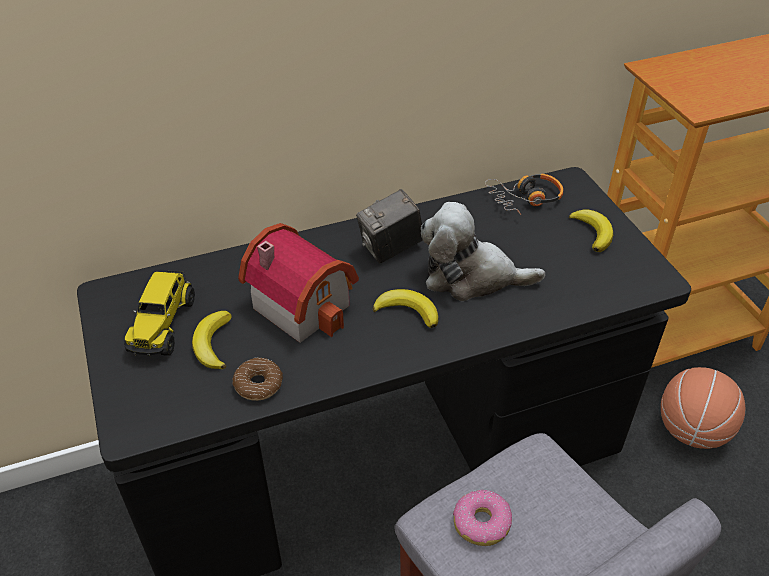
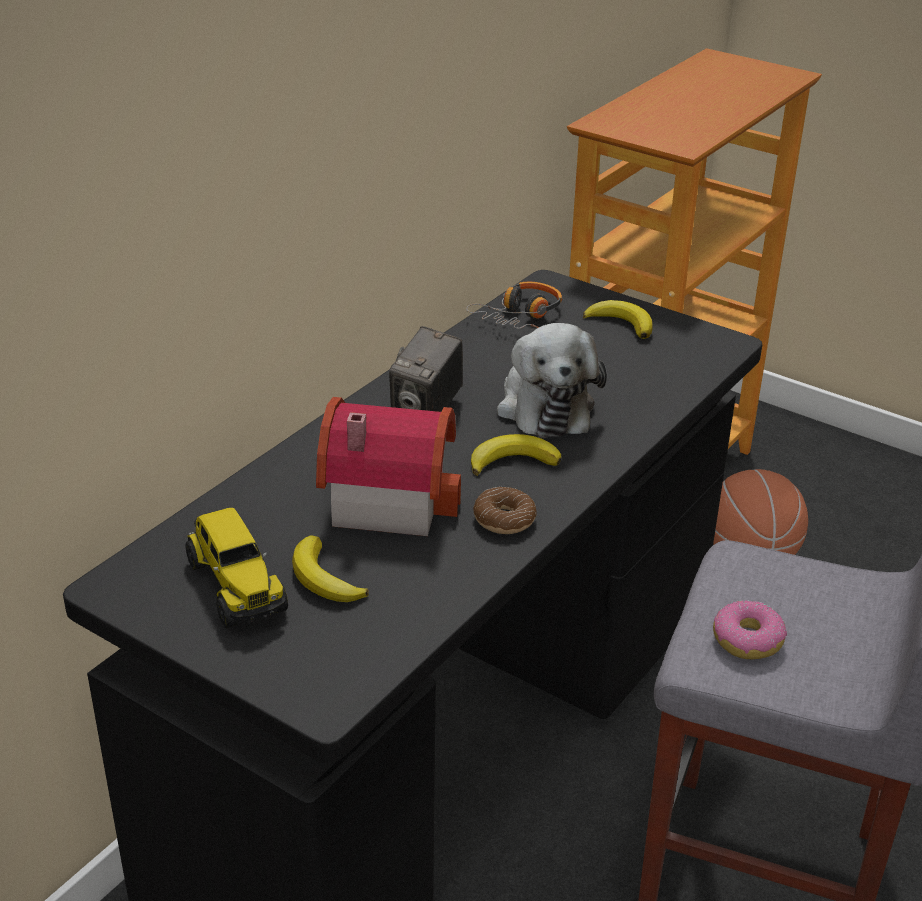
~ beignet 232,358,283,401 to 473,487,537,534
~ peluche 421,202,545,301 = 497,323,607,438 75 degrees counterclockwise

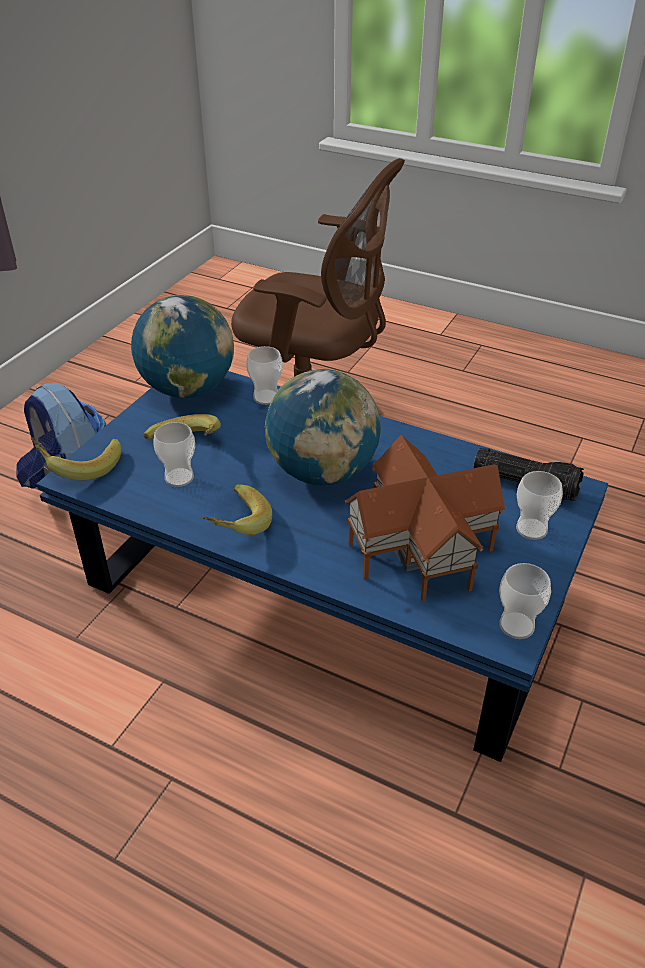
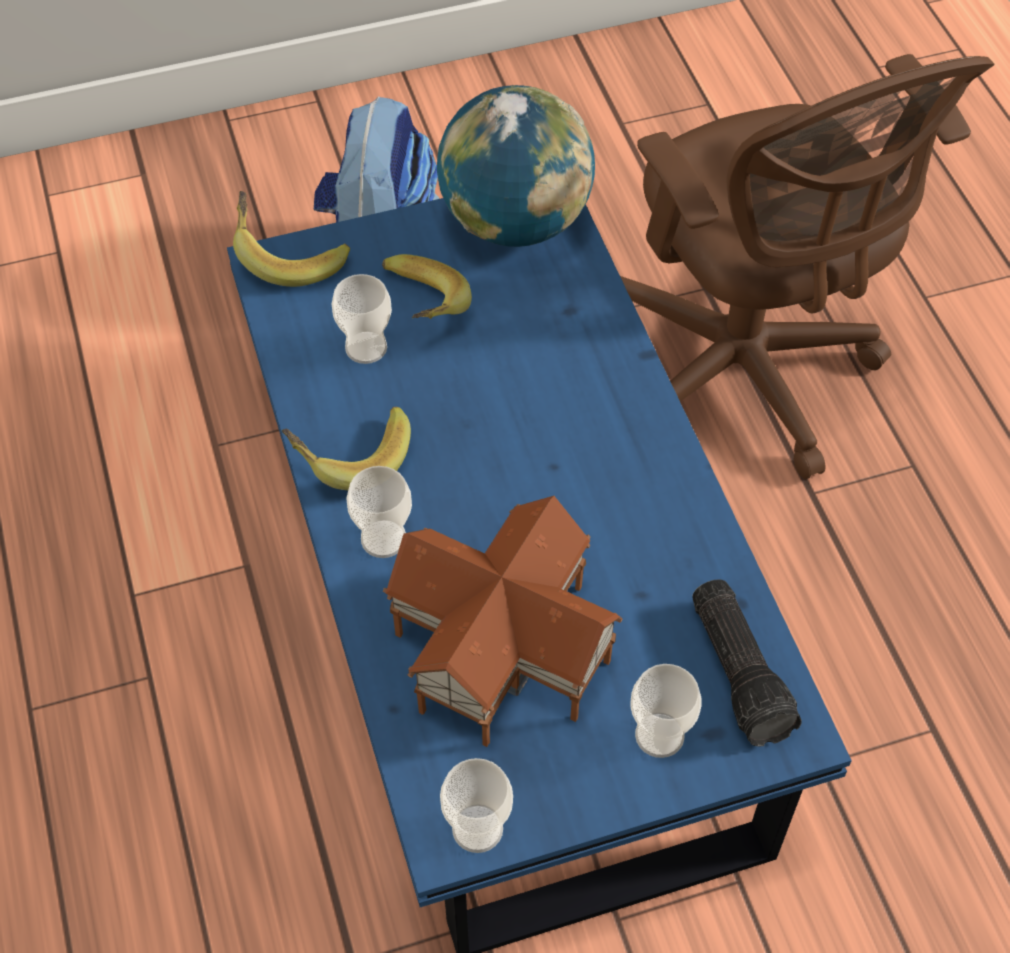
- globe 264,369,381,485
~ tasse 246,346,283,405 to 346,466,412,558

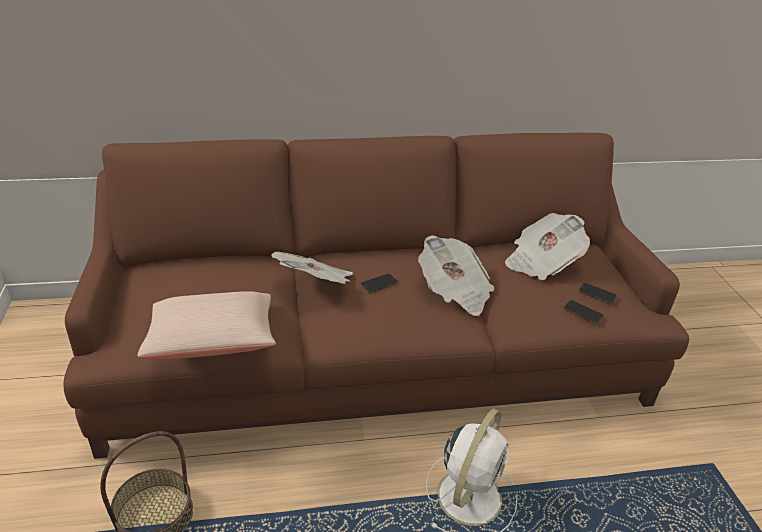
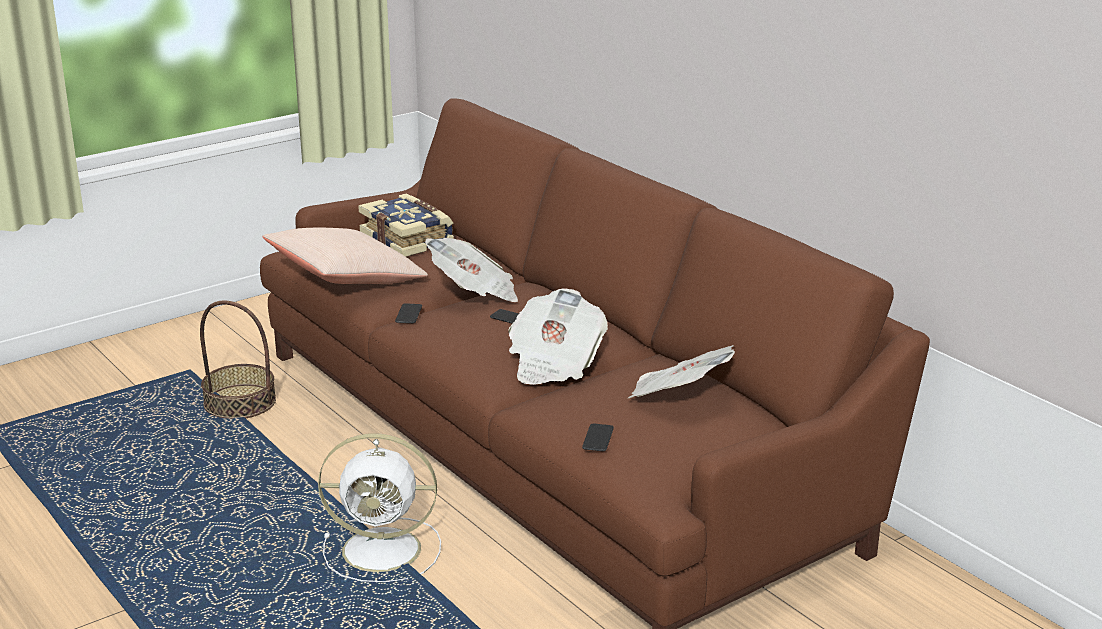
+ livre 358,194,454,257
~ téléphone 579,283,617,304 to 395,303,422,323

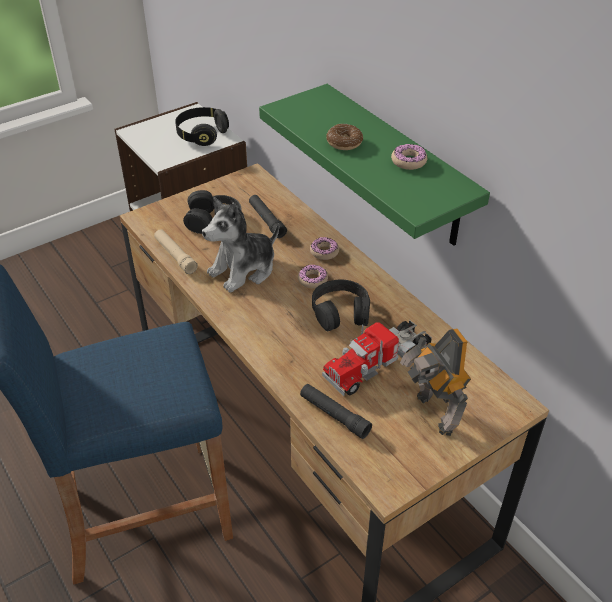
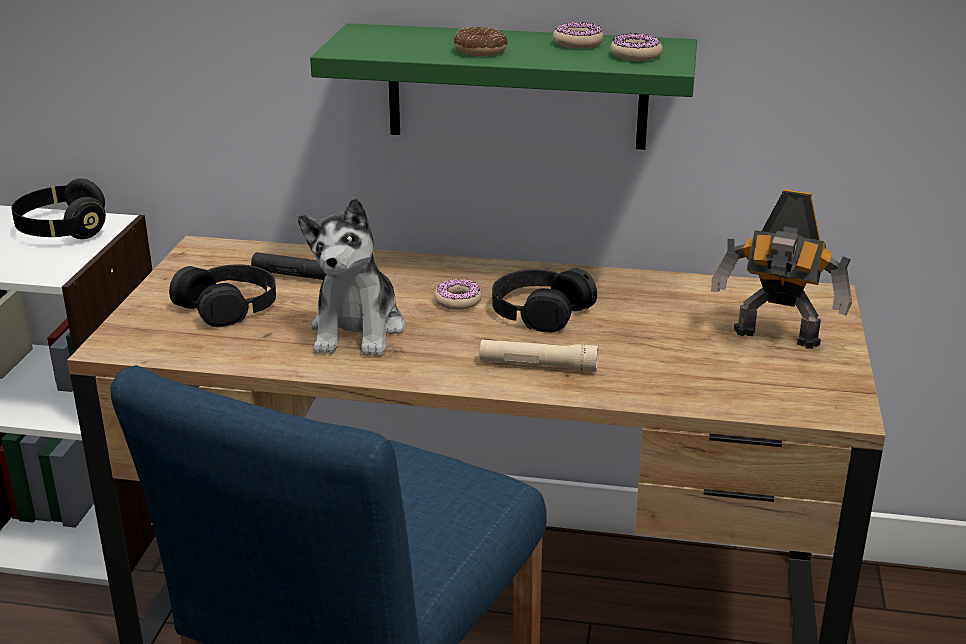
- lampe de poche/noir 300,384,372,439
- camion jouet 322,320,432,396
~ lampe de poche/beige 154,229,198,274 to 480,340,598,372
~ beignet 310,237,339,260 to 610,33,663,61

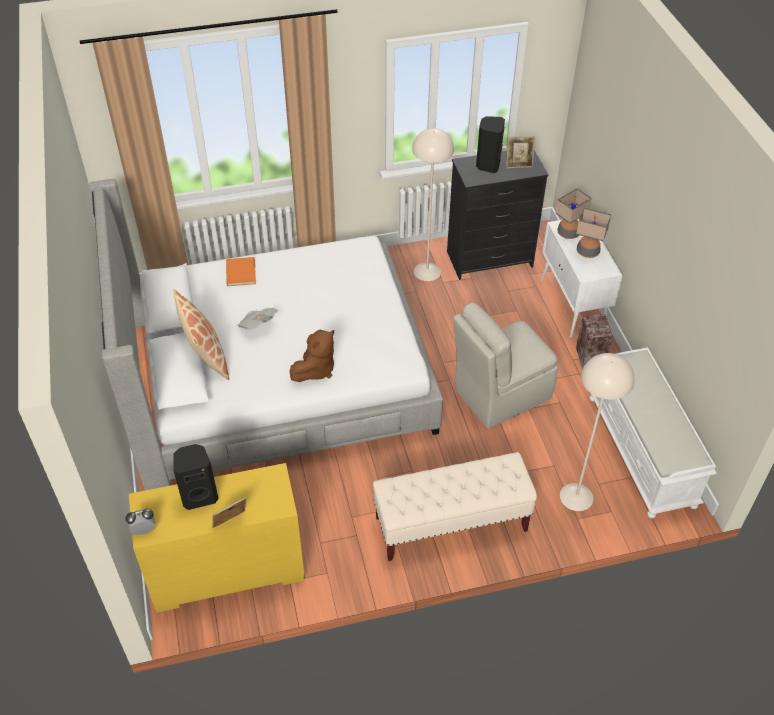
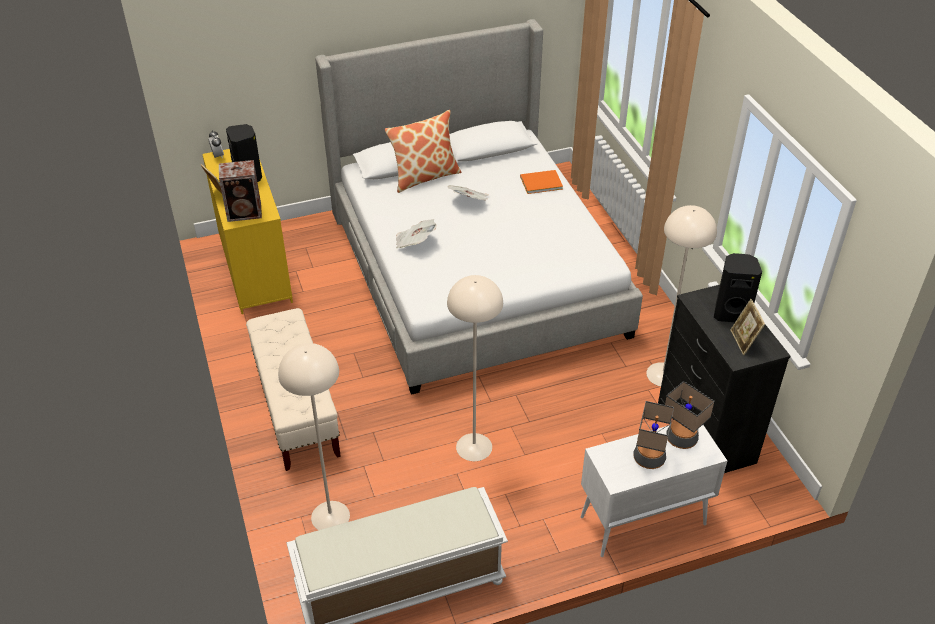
~ enceinte 576,314,612,369 to 219,160,262,222
~ peluche/marron 290,329,334,382 to journal 396,219,437,248
~ chaise/beige 453,302,558,428 to lampadaire/beige 447,275,503,461

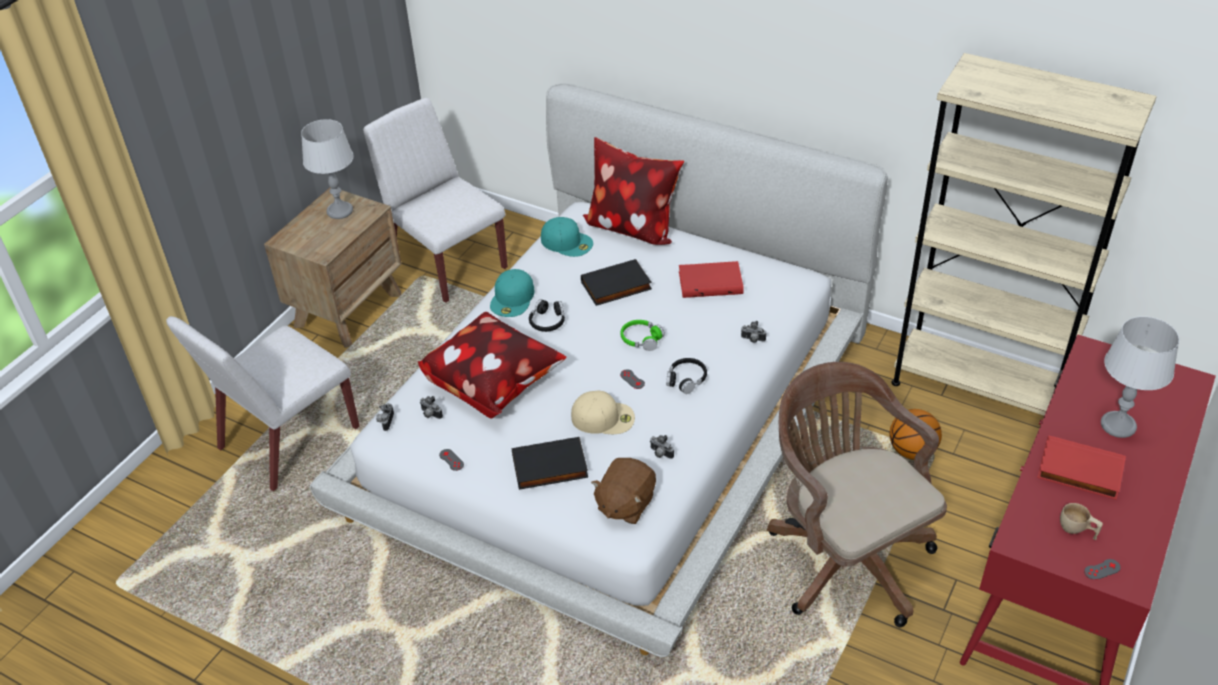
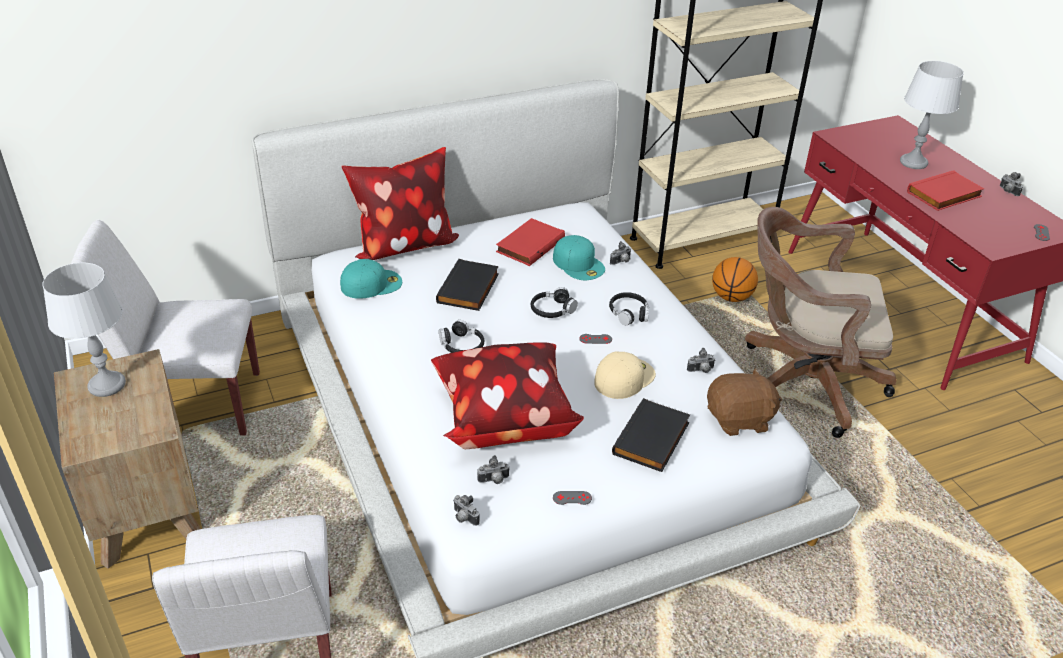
- tasse/beige 1060,503,1103,540
+ appareil photo 1000,172,1023,196
~ casquette/turquoise 490,269,535,317 to 553,235,605,280
~ casque audio/vert 620,320,665,351 to casque audio/noir 531,287,578,318
~ peluche/marron 591,458,656,524 = 707,367,782,436 75 degrees counterclockwise

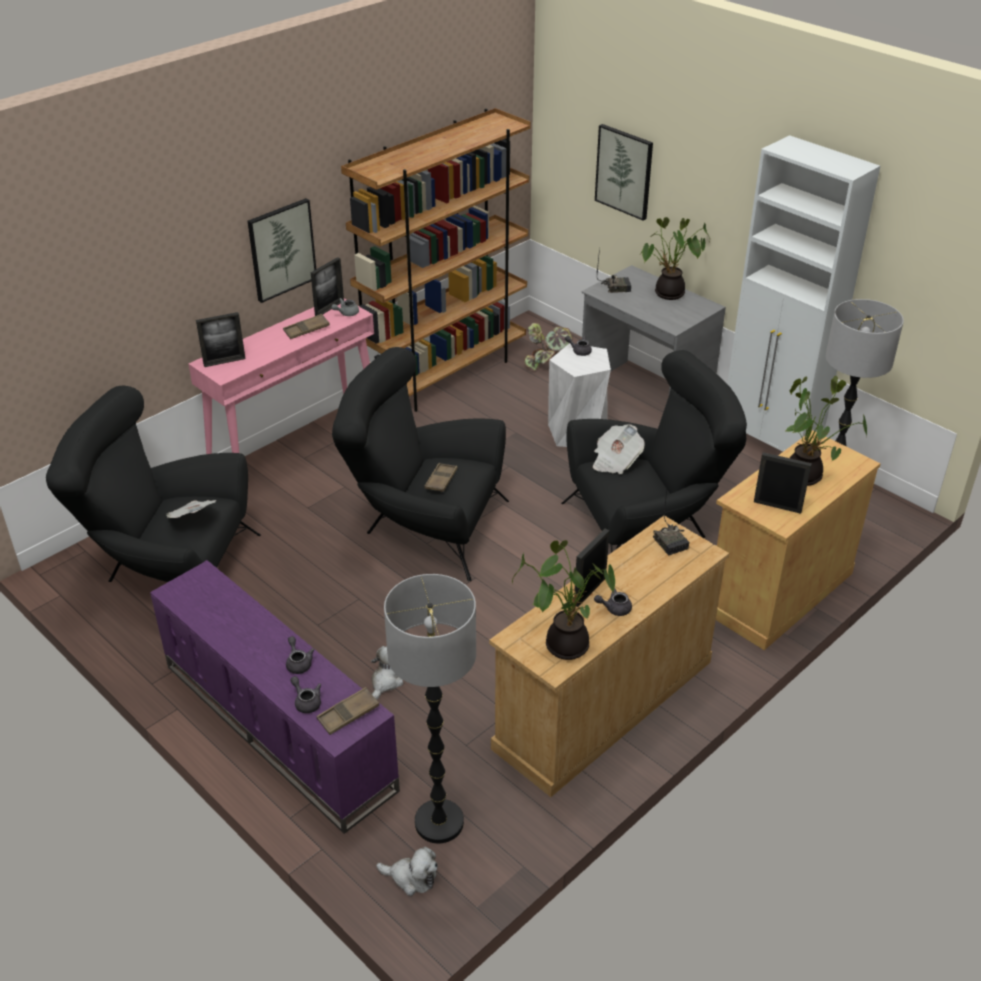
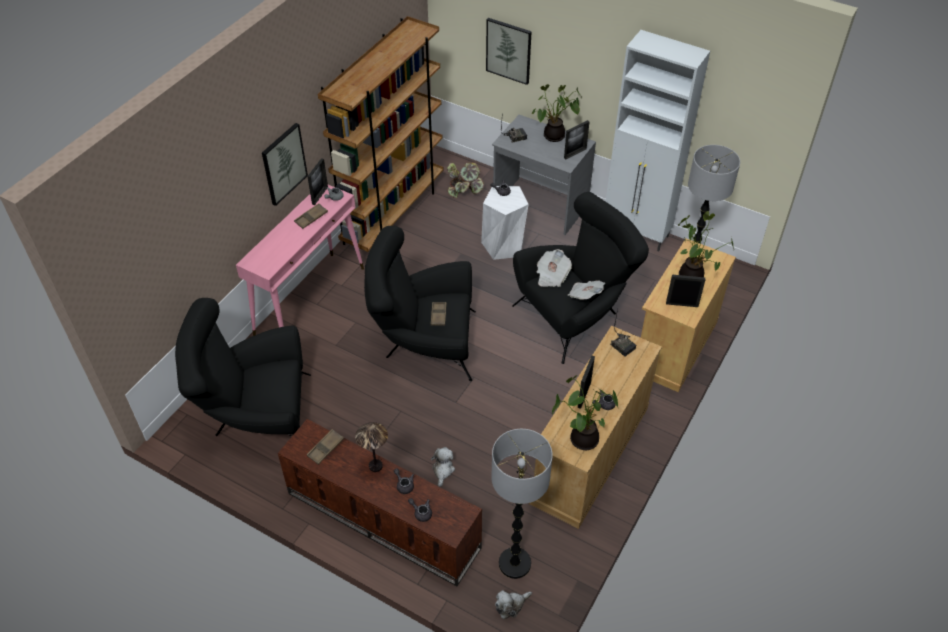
+ lampe de table 355,422,388,472
~ journal 166,500,216,518 to 567,280,605,300
~ cadre photo 196,312,246,367 to 564,120,589,159
~ plateau/marron 317,687,379,735 to 307,429,344,465
~ meuble télé/violet 150,560,400,834 to meuble télé/marron 278,419,482,586
~ peluche 376,846,438,896 = 495,590,532,619 150 degrees clockwise

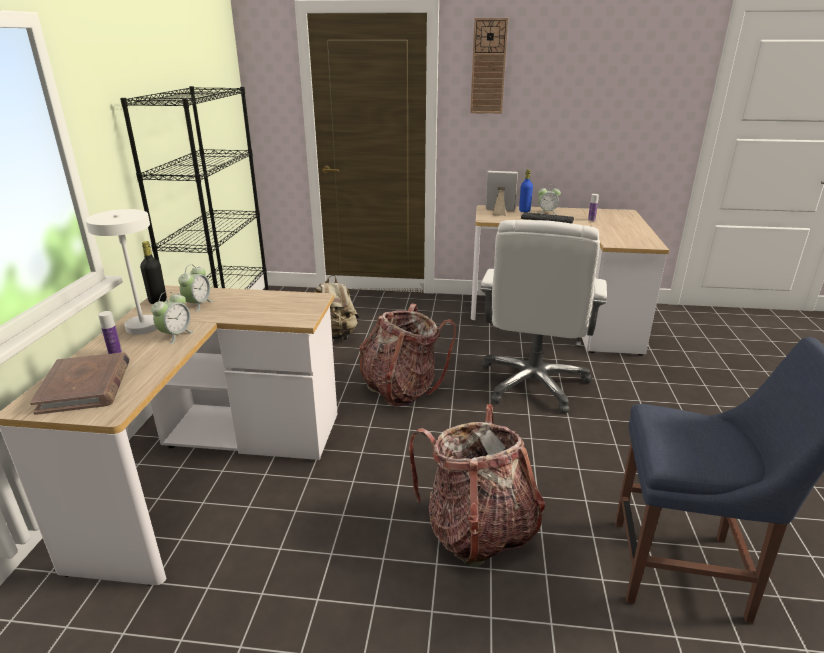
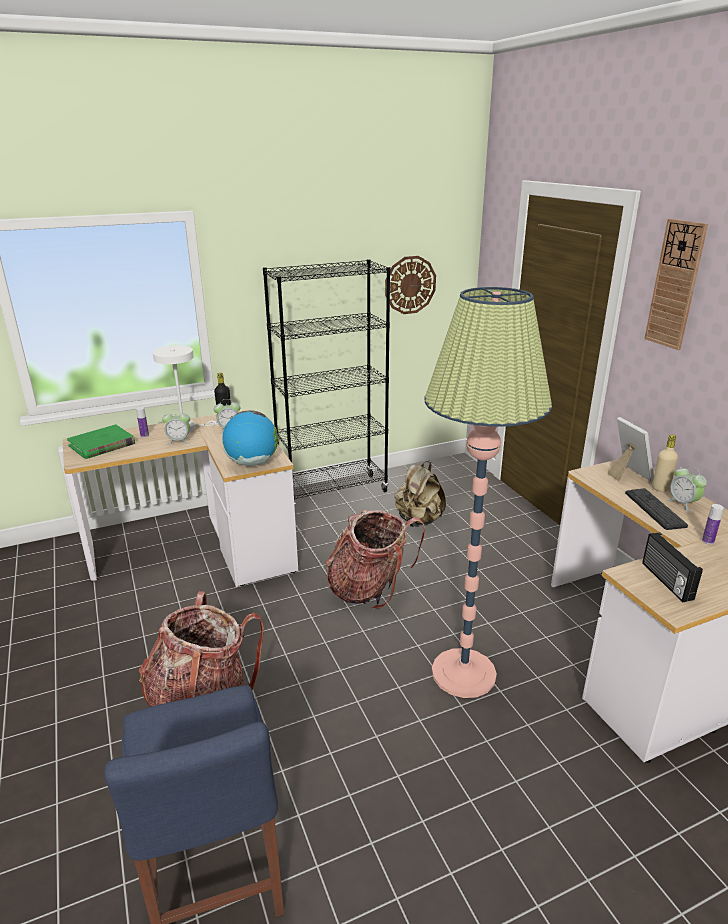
+ globe 222,410,278,466
+ horloge murale 385,256,436,314
+ radio 642,532,703,602
~ chaise de bureau/blanc 480,220,607,414 to lampadaire 424,287,552,698
~ livre/marron 30,352,130,415 to livre/vert 67,424,135,459
~ bouteille/bleu 519,169,533,212 to bouteille/beige 652,434,678,492

